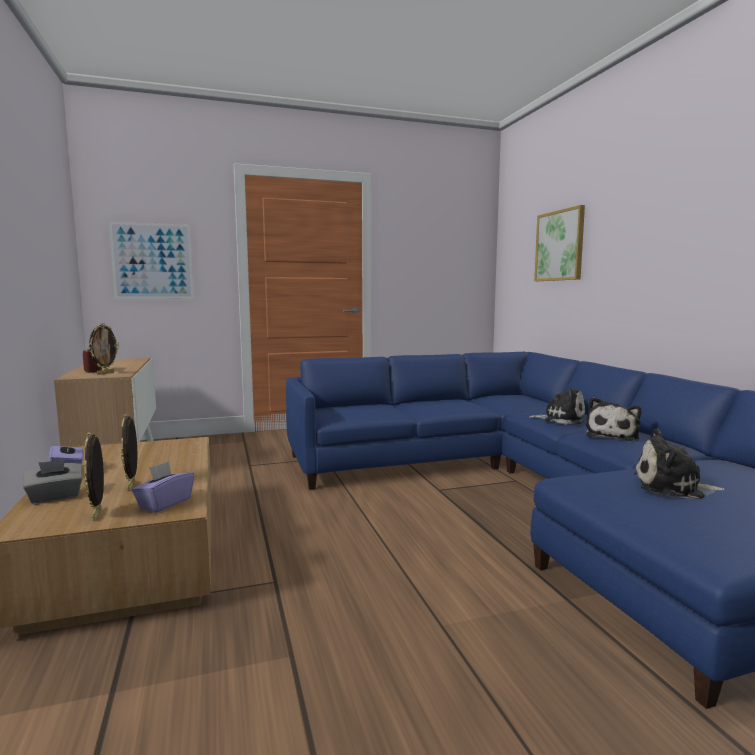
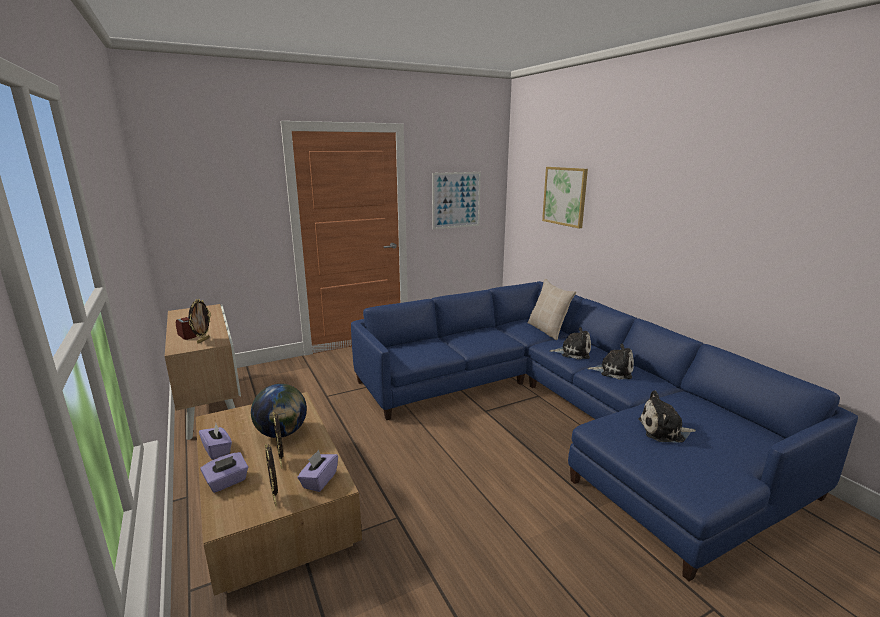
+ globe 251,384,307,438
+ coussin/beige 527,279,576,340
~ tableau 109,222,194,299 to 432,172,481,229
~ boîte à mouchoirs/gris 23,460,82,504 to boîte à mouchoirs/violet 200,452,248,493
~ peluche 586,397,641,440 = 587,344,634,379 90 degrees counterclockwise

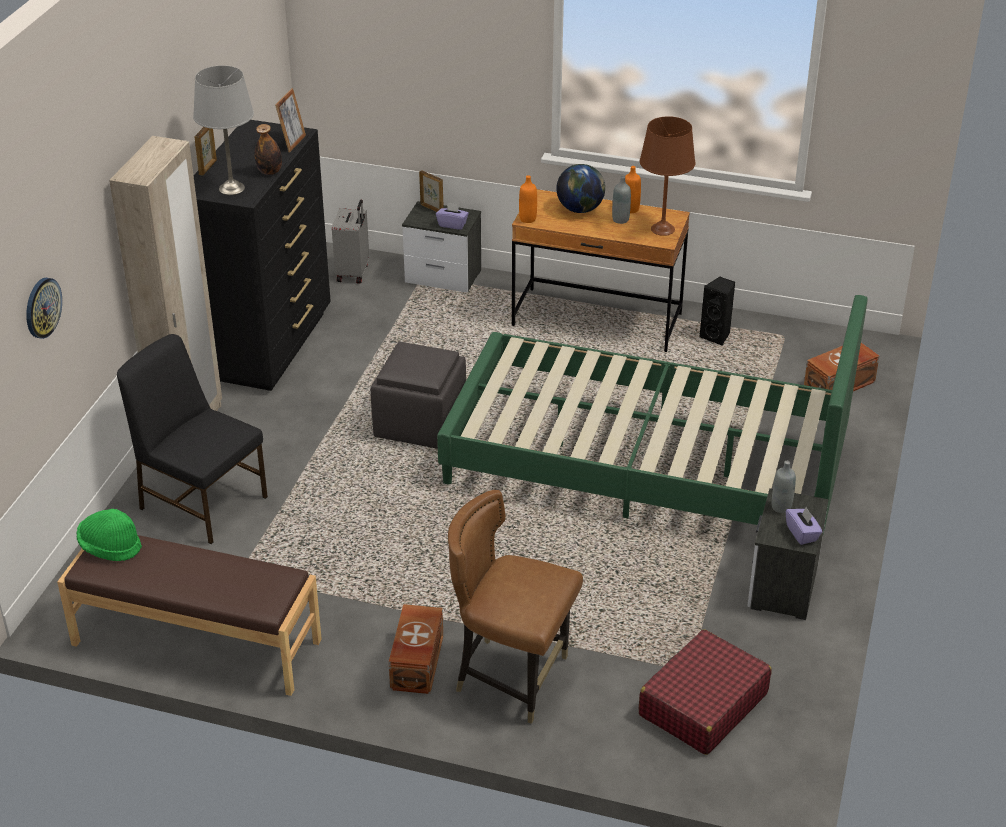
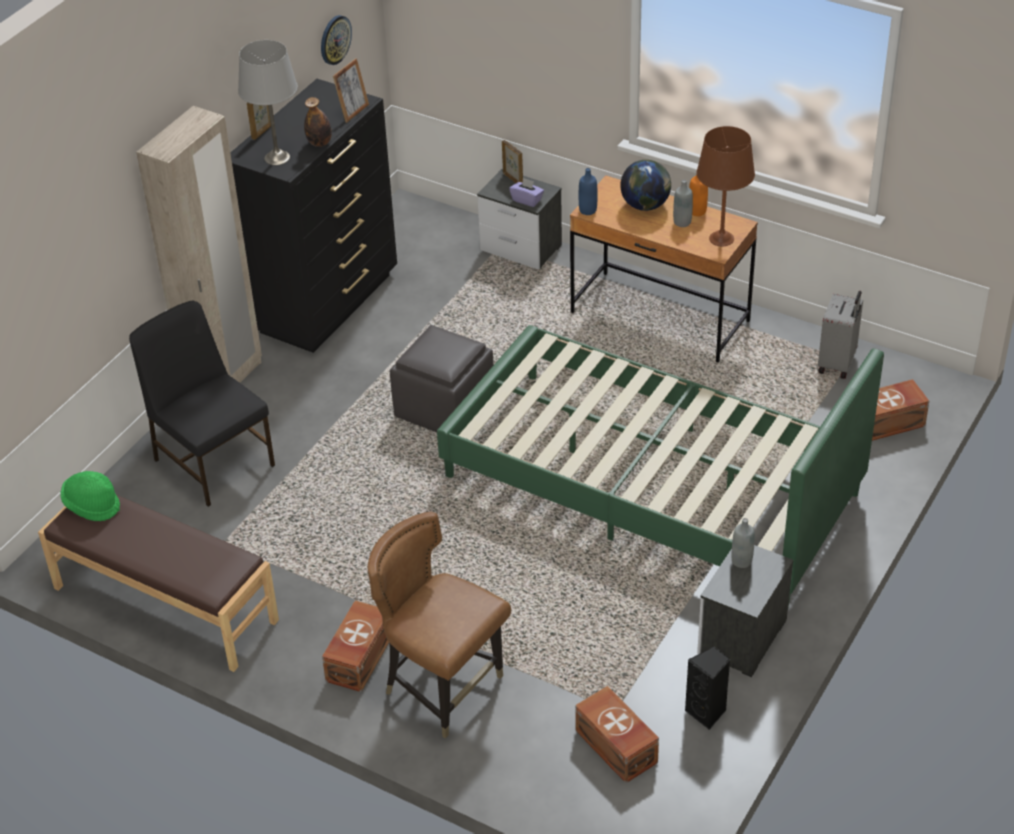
- boîte à mouchoirs/violet 786,507,822,545
~ horloge murale 26,278,62,339 to 321,15,352,65
~ valise/gris 332,200,369,284 to 818,291,863,379
~ enceinte/noir 699,277,735,346 to 685,646,730,730
~ valise/rouge 639,629,772,755 to boîte de rangement/marron 575,686,659,783
~ bouteille/orange 519,175,537,223 to bouteille/bleu 579,168,598,215

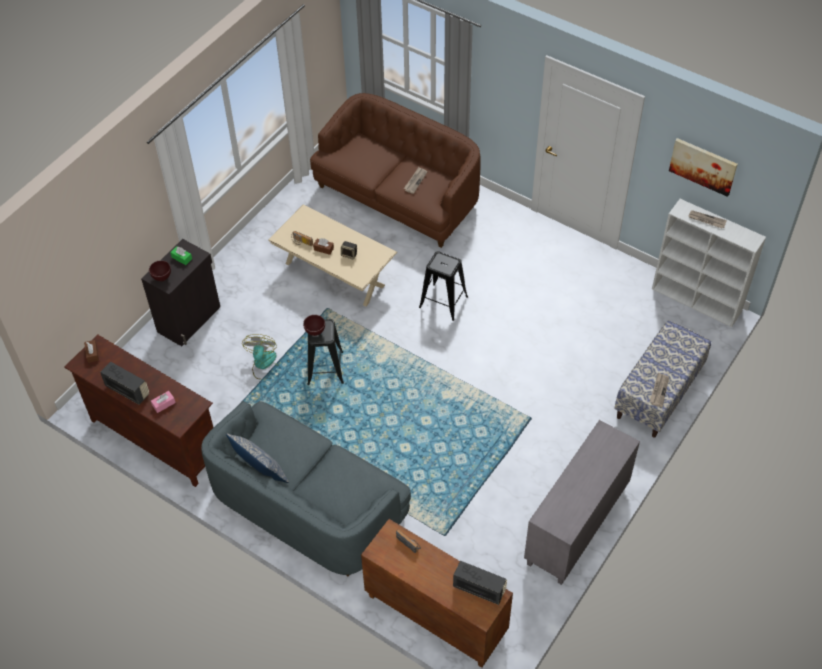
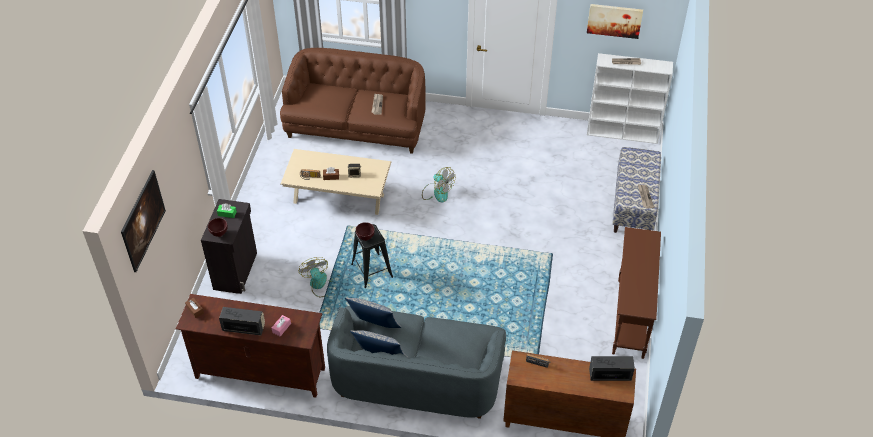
+ tableau 121,170,166,272
+ coussin 345,298,402,328
~ tabouret/noir 419,252,468,321 to ventilateur 422,167,455,203
~ meuble de rangement/gris 524,420,640,585 to table console/marron 612,227,661,359

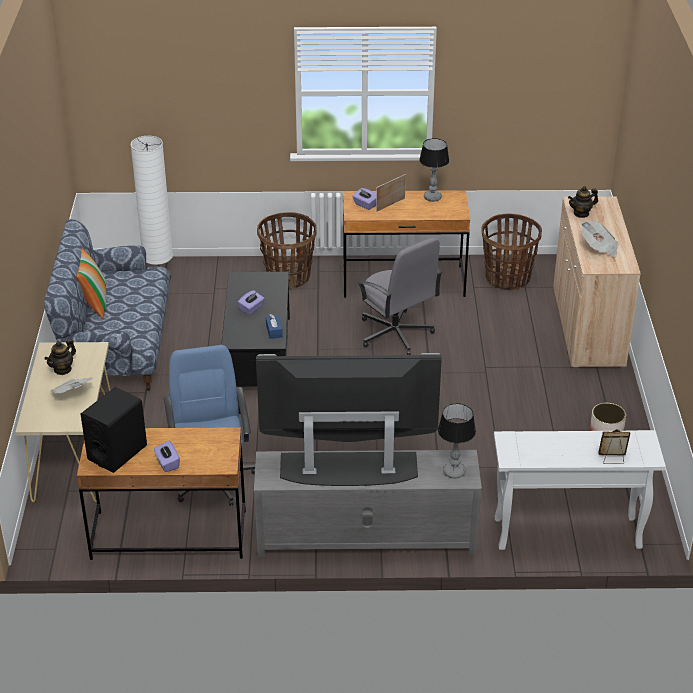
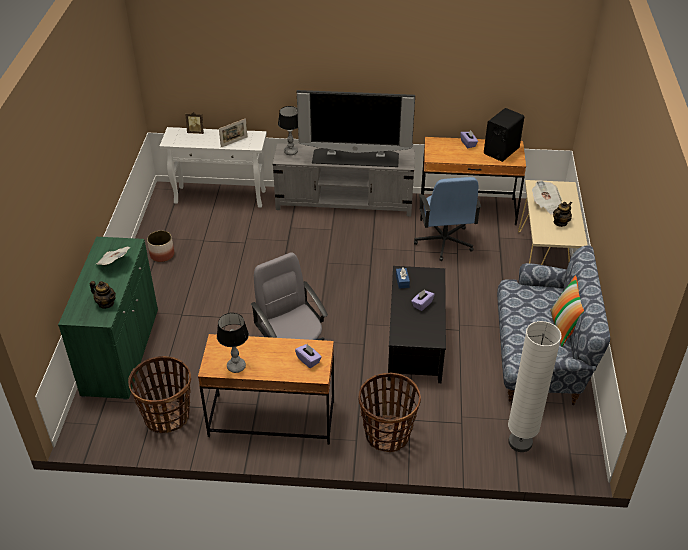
~ cadre photo 376,174,406,212 to 219,118,247,148
~ meuble de rangement/beige 553,197,641,369 to meuble de rangement/vert 58,237,158,400
~ théière 568,186,598,218 = 90,281,116,309 45 degrees clockwise

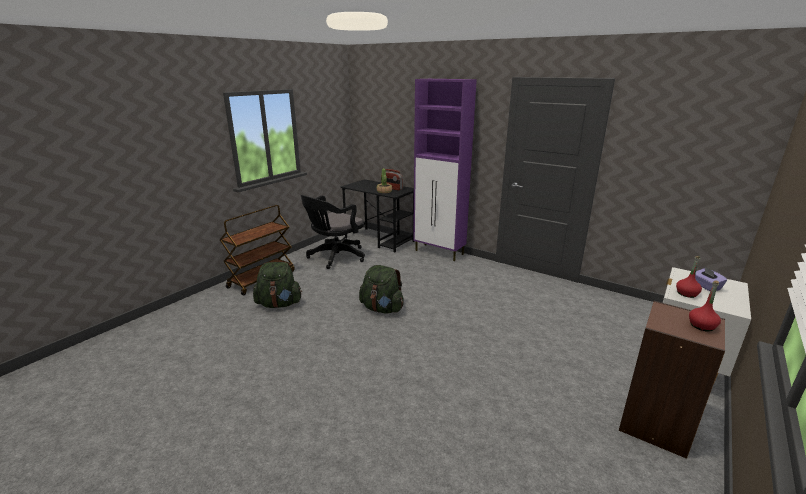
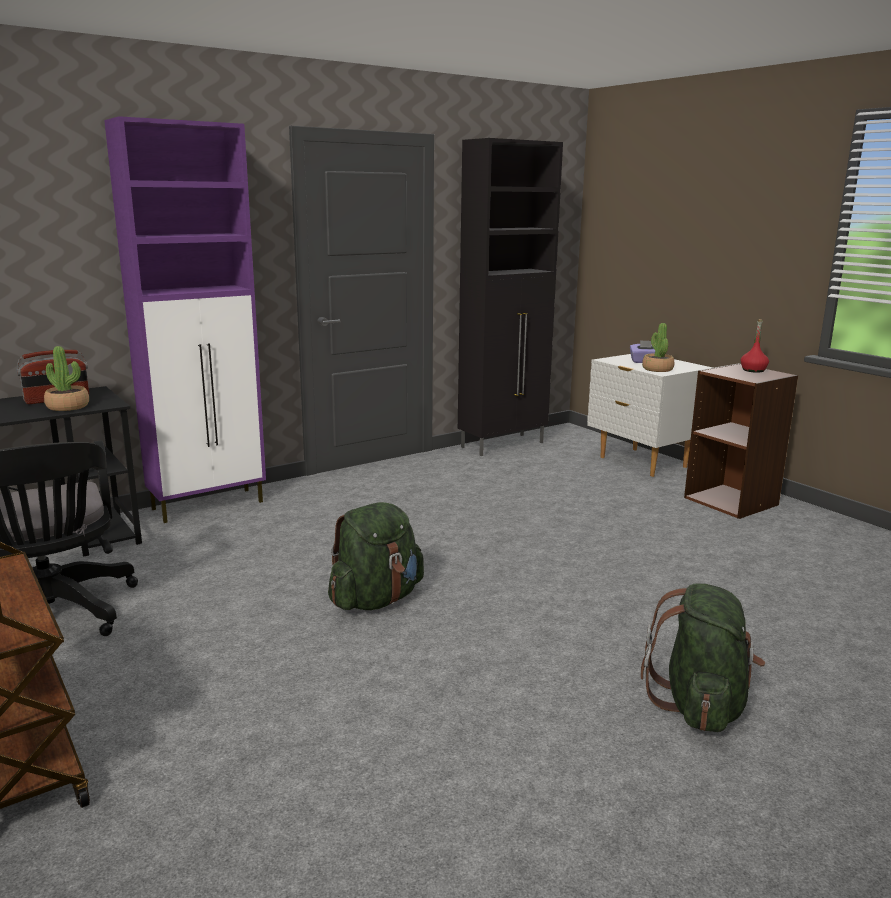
+ meuble de rangement/noir 458,138,563,456
~ sac à dos/vert 253,262,302,308 to 641,583,765,732
~ bouteille/rouge 676,256,702,298 to plante en pot 642,323,674,372

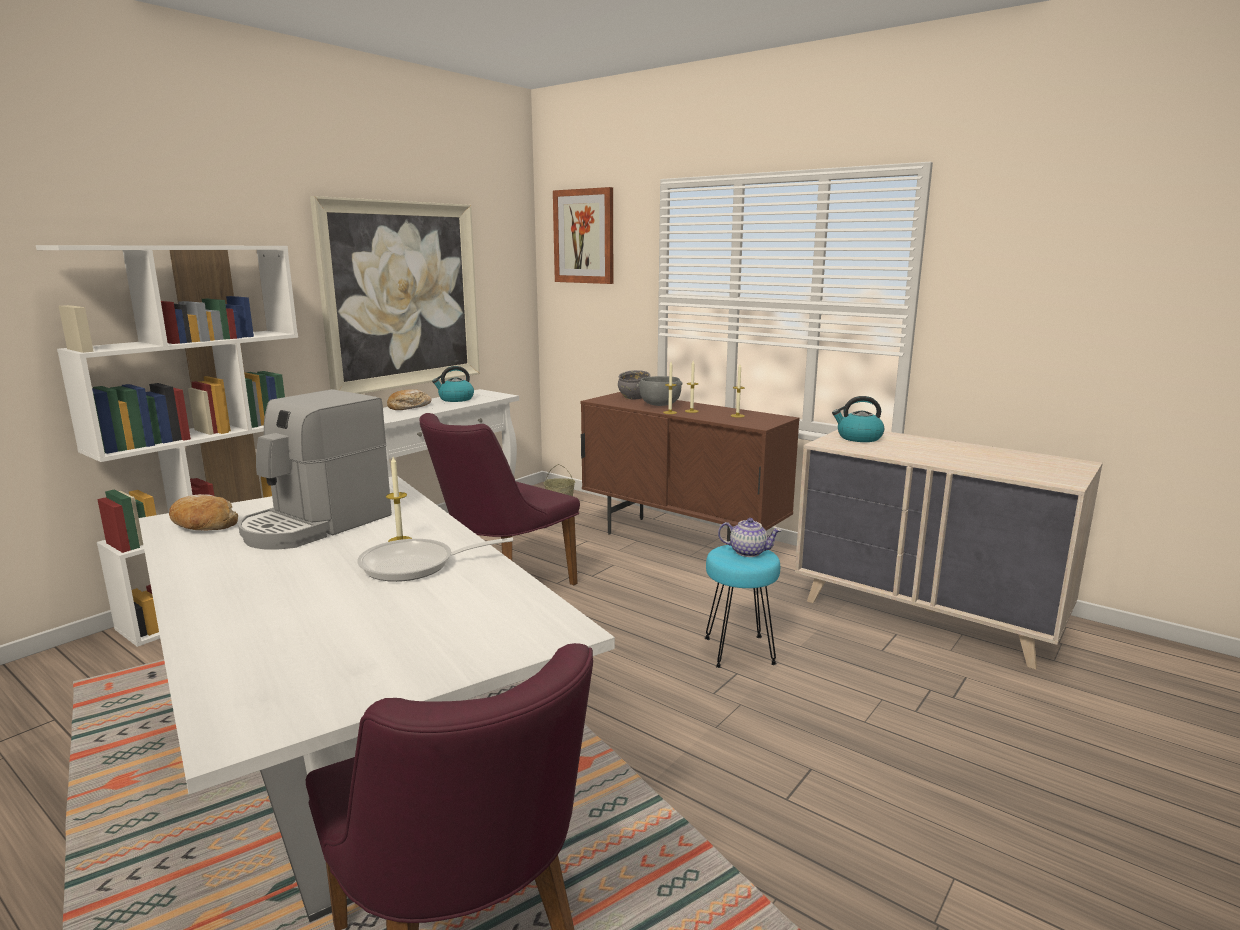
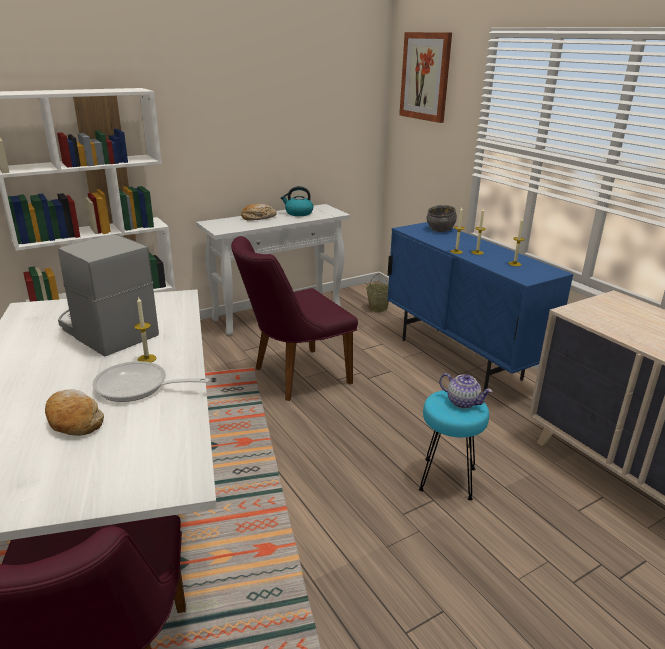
- tableau 310,196,480,394
- bol/gris 639,376,683,406
- bouilloire 832,396,884,442
~ pain 169,494,238,530 to 45,389,104,436
~ meuble de rangement/marron 581,392,800,545 to meuble de rangement/bleu 387,222,573,392
~ machine à café 238,389,392,550 = 58,234,159,356 75 degrees clockwise

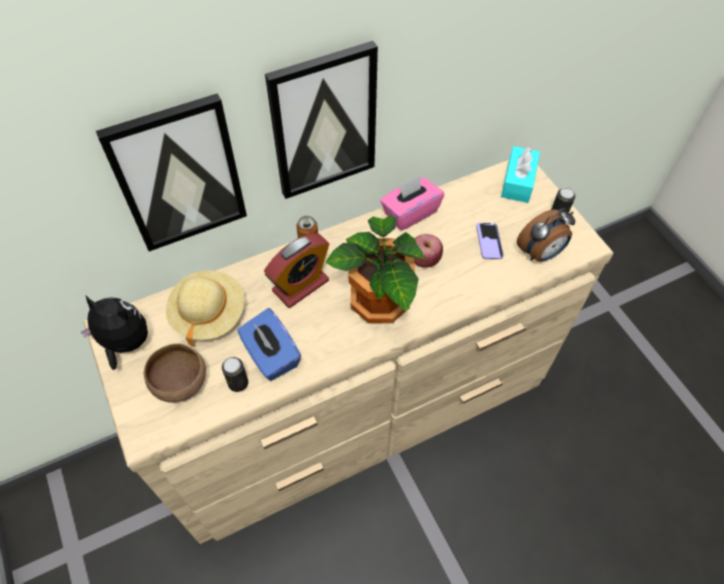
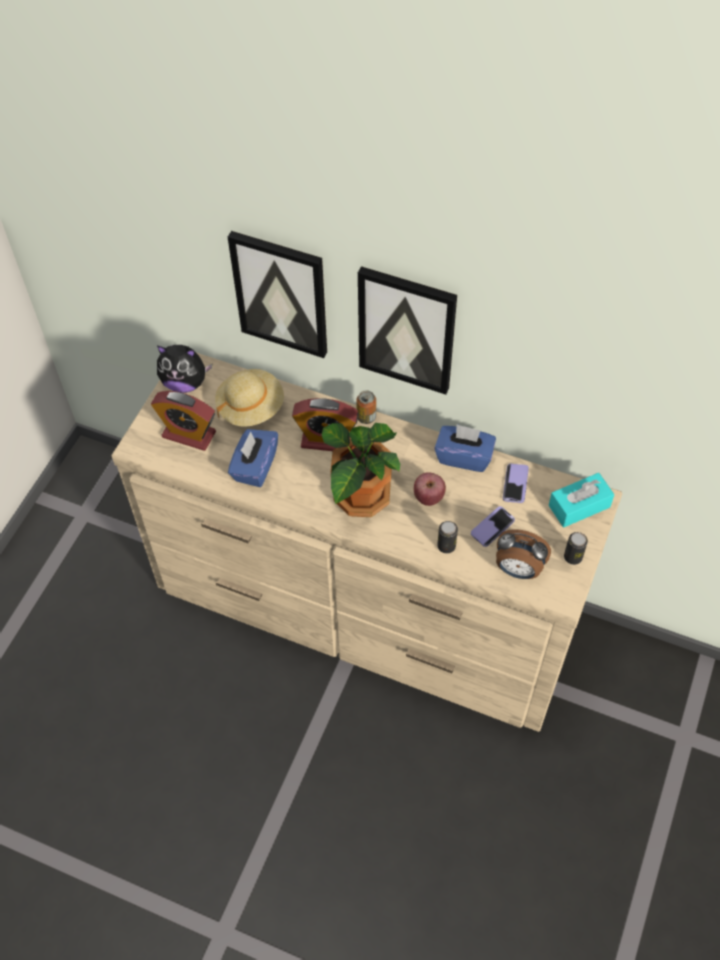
+ téléphone 503,464,529,503
~ boîte métallique 222,357,248,392 to 437,521,458,553
~ bol/marron 144,343,206,403 to réveil 151,391,216,451
~ boîte à mouchoirs/rose 380,176,444,231 to boîte à mouchoirs/bleu 434,424,496,472
~ peluche 80,296,148,370 = 157,345,212,393 120 degrees clockwise

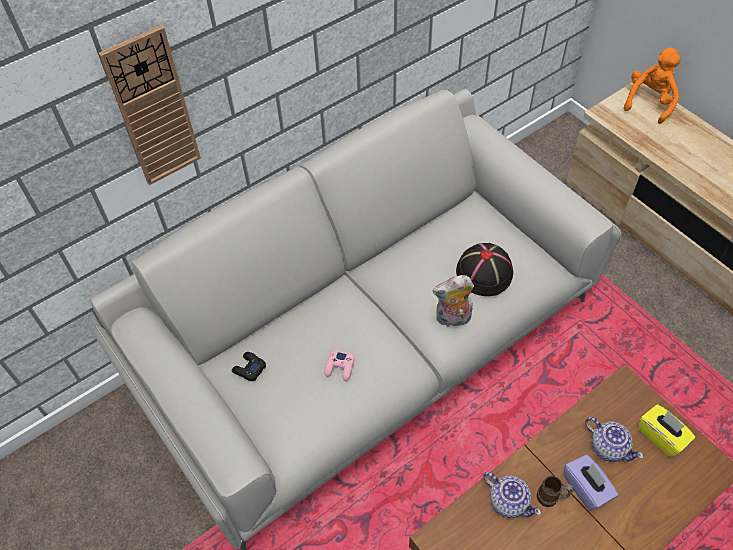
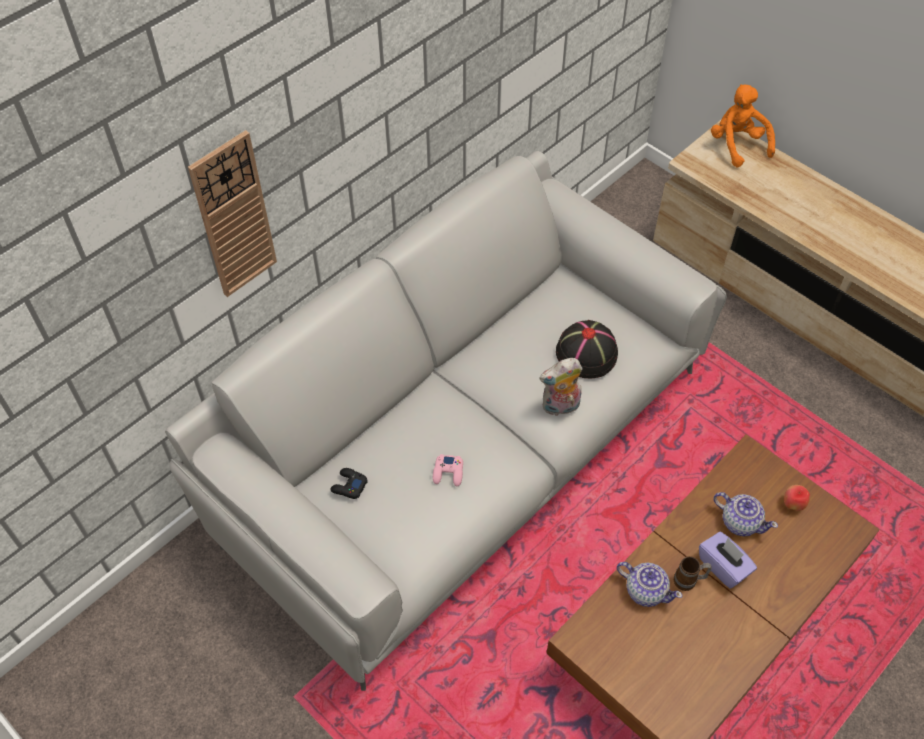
~ boîte à mouchoirs/jaune 639,404,695,457 to pomme 784,485,810,511
~ peluche/orange 624,47,680,124 = 711,84,775,167 45 degrees counterclockwise

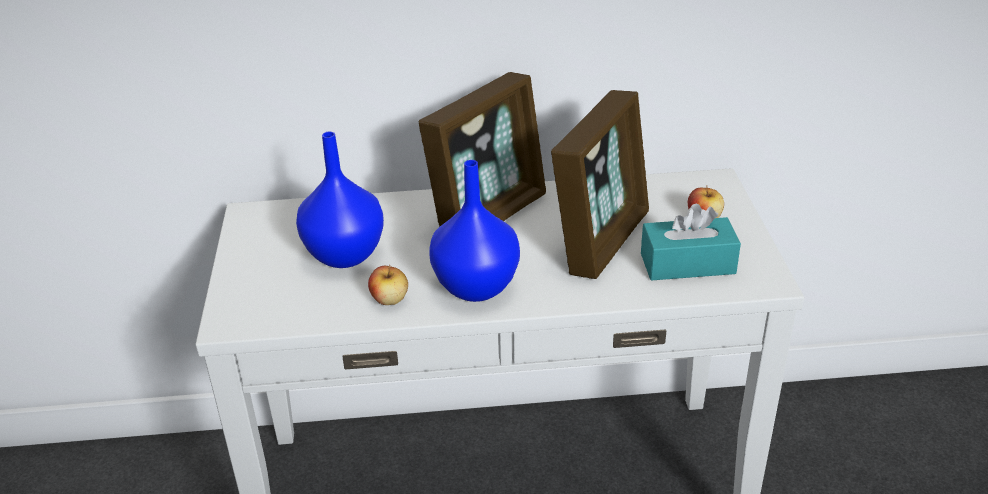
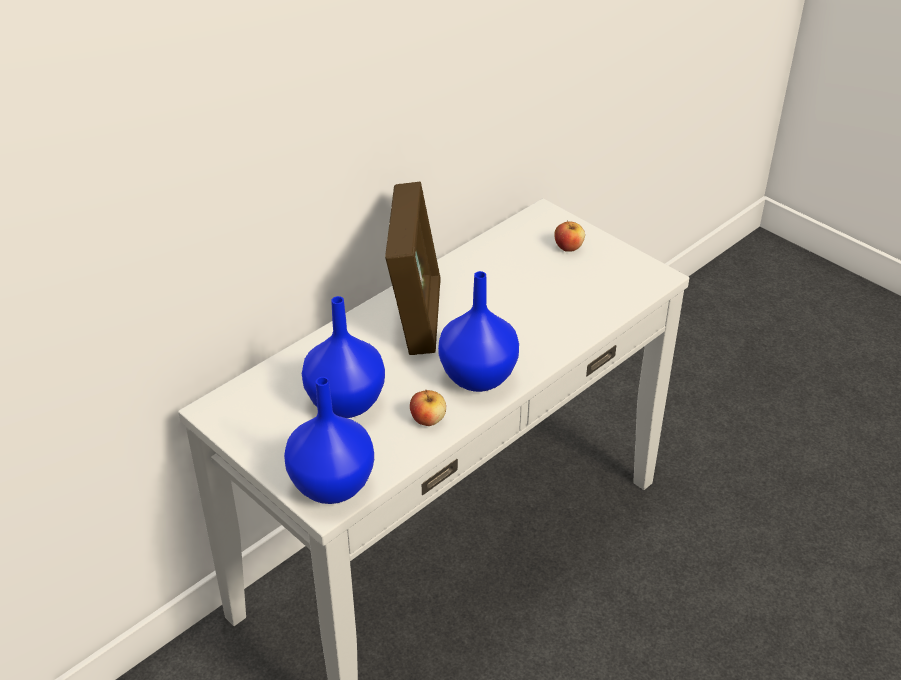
- cadre photo 551,90,649,279
- boîte à mouchoirs/turquoise 641,203,741,280
+ vase/bleu 284,377,374,504

